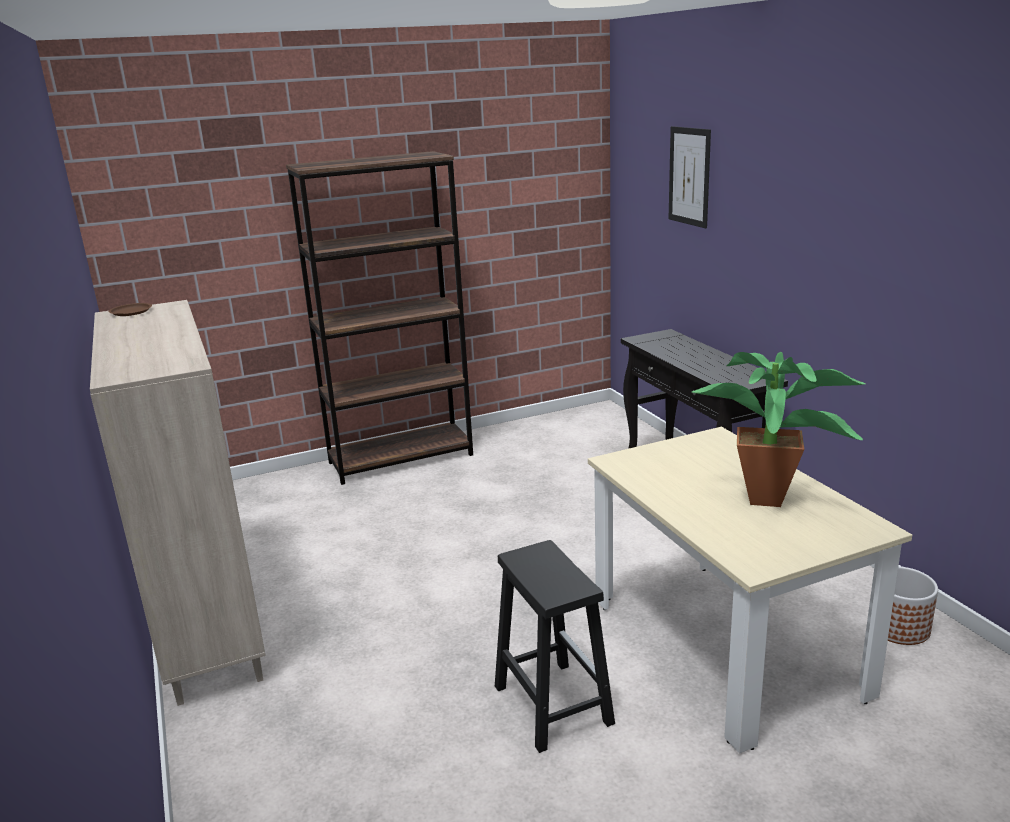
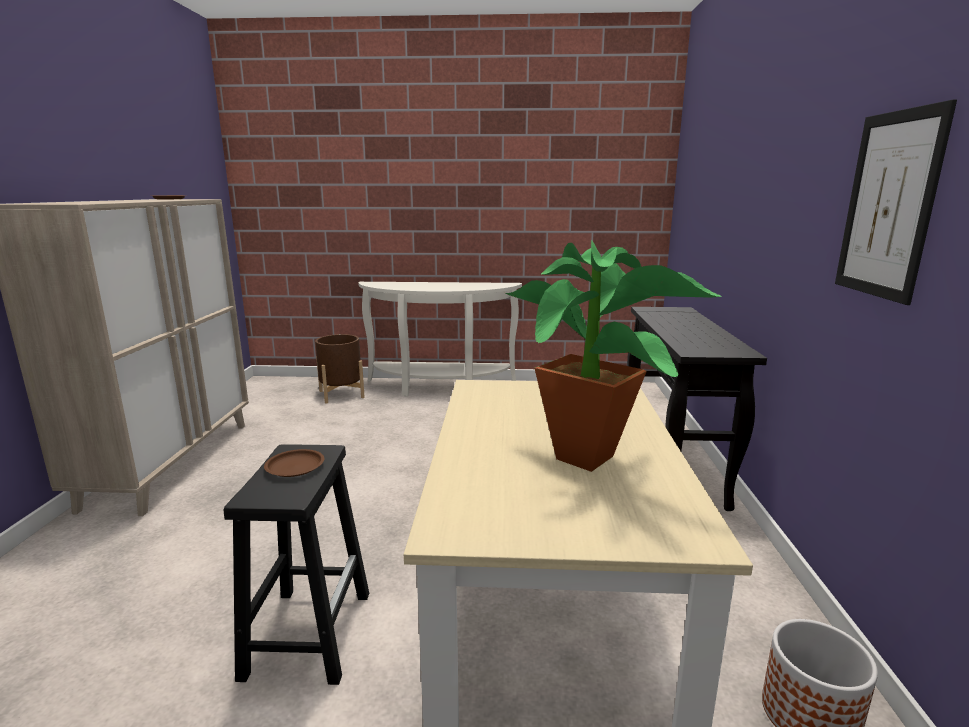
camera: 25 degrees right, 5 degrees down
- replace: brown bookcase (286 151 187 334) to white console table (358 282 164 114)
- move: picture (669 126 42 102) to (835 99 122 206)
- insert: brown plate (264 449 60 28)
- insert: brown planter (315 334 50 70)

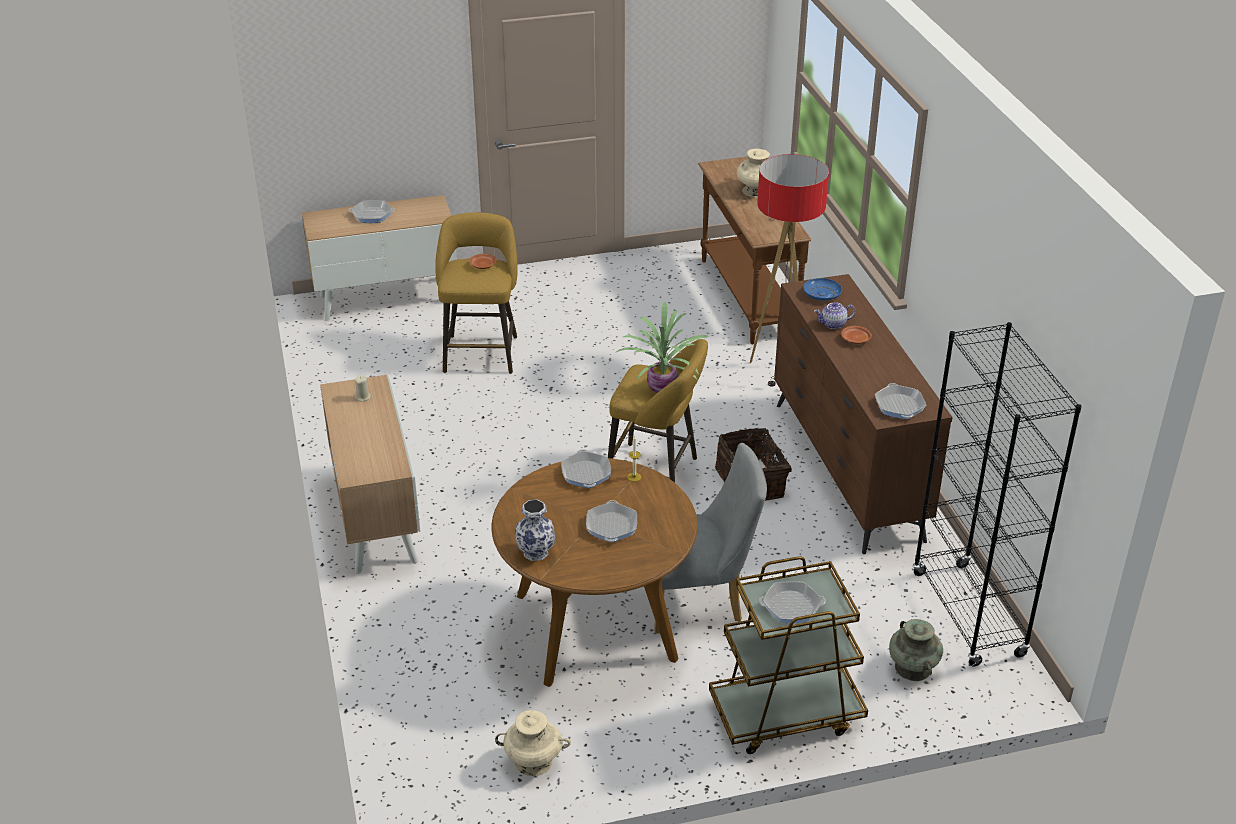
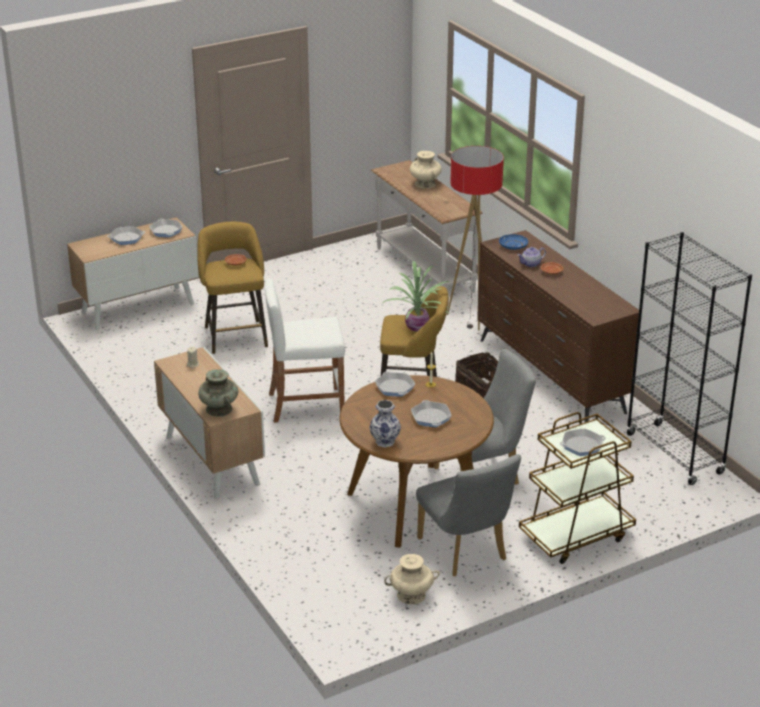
camera: 15 degrees left, 5 degrees down
- recolor: brown console table (698 157 113 187) to white console table (371 160 111 133)
- move: frying pan (875 383 51 36) to (149 219 33 18)
- move: turquoise vase (889 619 54 62) to (198 369 40 48)
- insert: white stool (265 279 80 144)
- insert: grey chair (416 454 105 122)

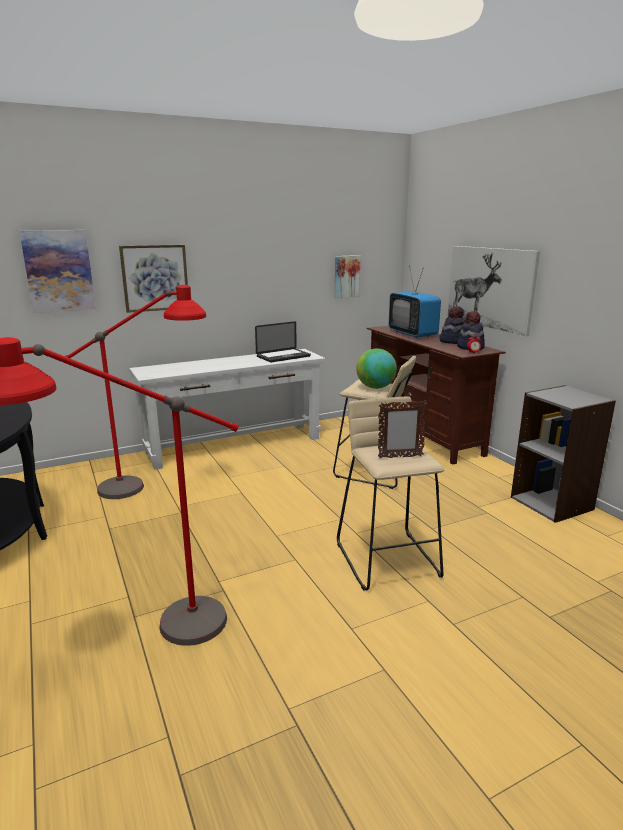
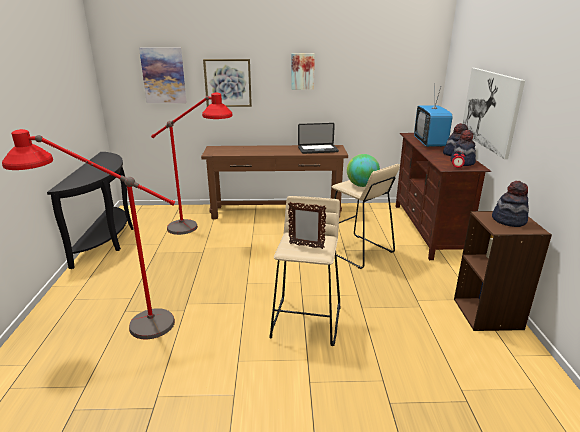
camera: 25 degrees right, 5 degrees up
- recolor: white console table (129 349 196 121) to brown console table (201 145 147 74)
- move: picture (335 255 26 43) to (291 53 24 37)
- recolor: grey bookcase (511 385 105 138) to brown bookcase (454 211 98 120)
- insert: hat (492 181 37 46)

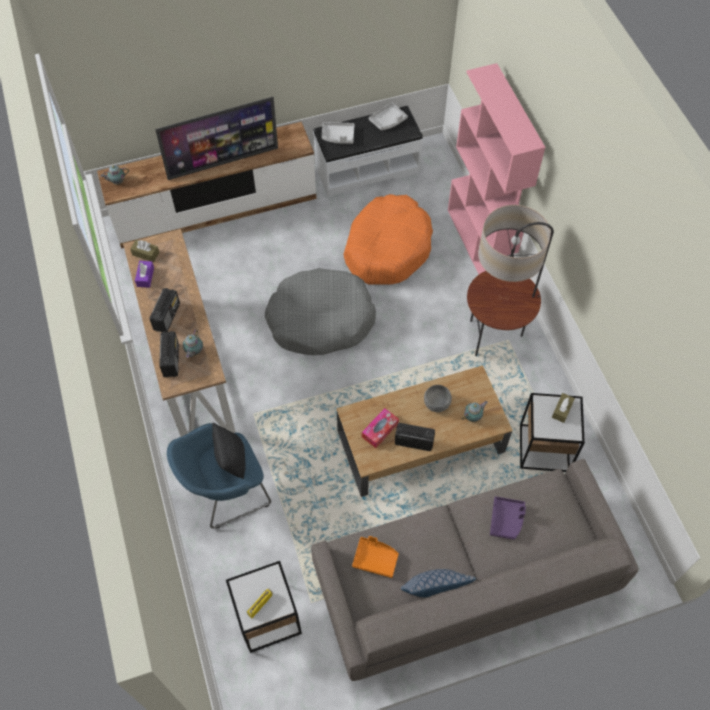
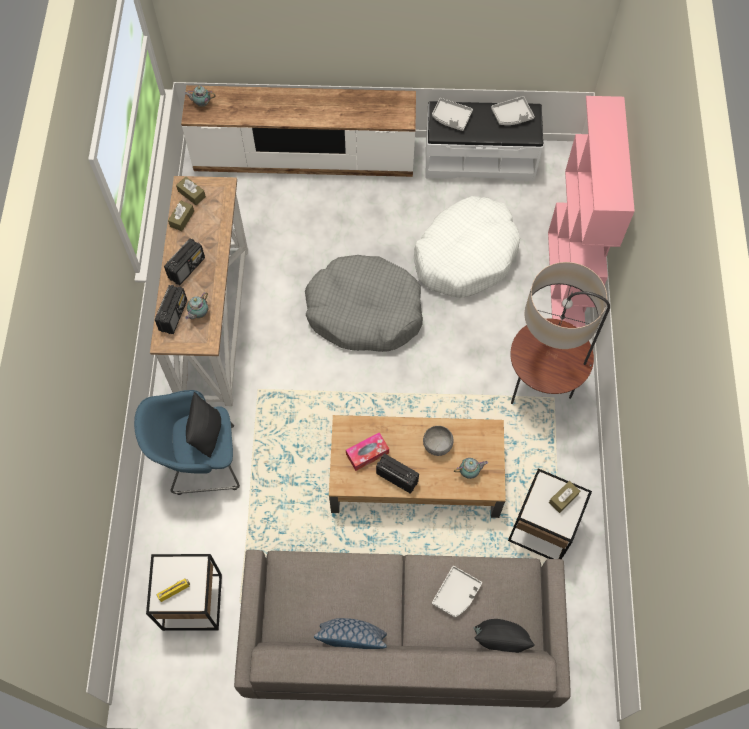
camera: 20 degrees right, 5 degrees up
- recolor: purple tissue box (135 261 19 27) to brown tissue box (168 200 26 31)
- delete: television (155 97 123 83)
- recolor: orange dog bed (344 194 89 91) to white dog bed (414 196 106 102)
- delete: orange tray (352 536 47 42)
- recolor: purple tray (490 497 36 43) to grey tray (432 566 50 52)
- insert: black pillow (473 619 62 34)

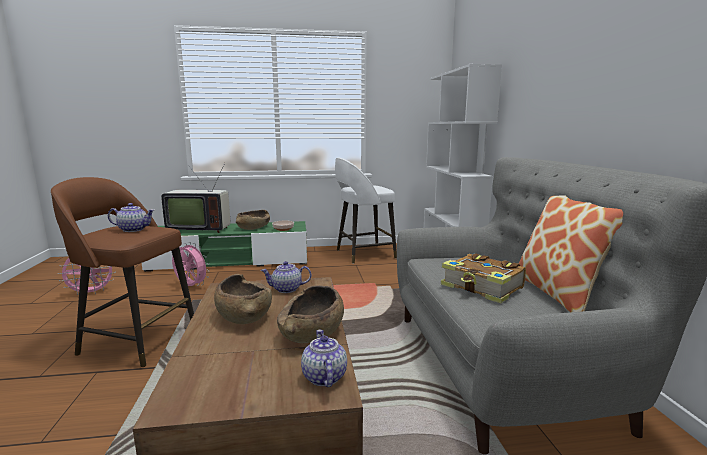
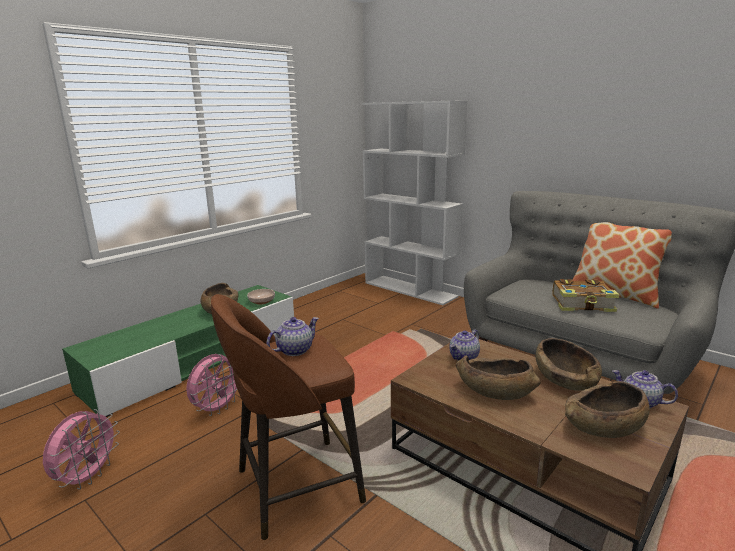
camera: 40 degrees left, 5 degrees up
- delete: television (161 163 70 70)
- rotate: pink fan (172 242 38 44) = (186 354 52 62) 135 degrees clockwise
- delete: white stool (335 157 62 107)
- insert: brown bowl (565 381 85 57)

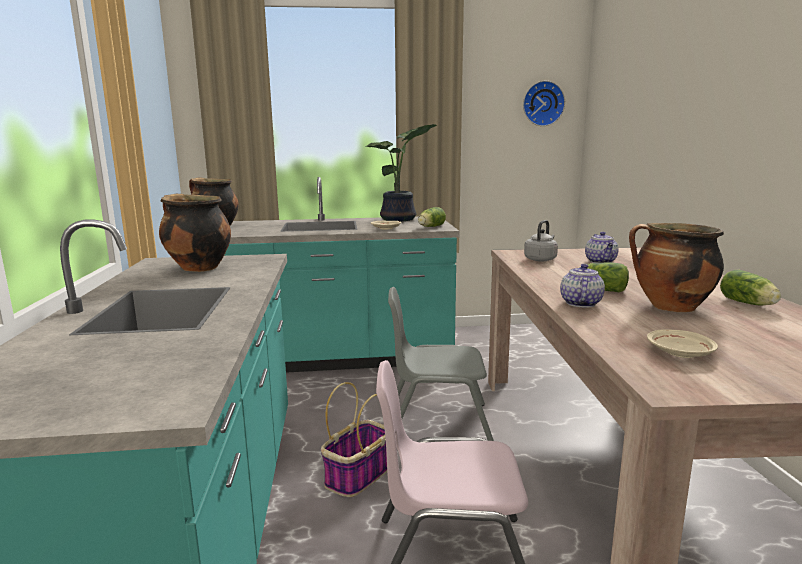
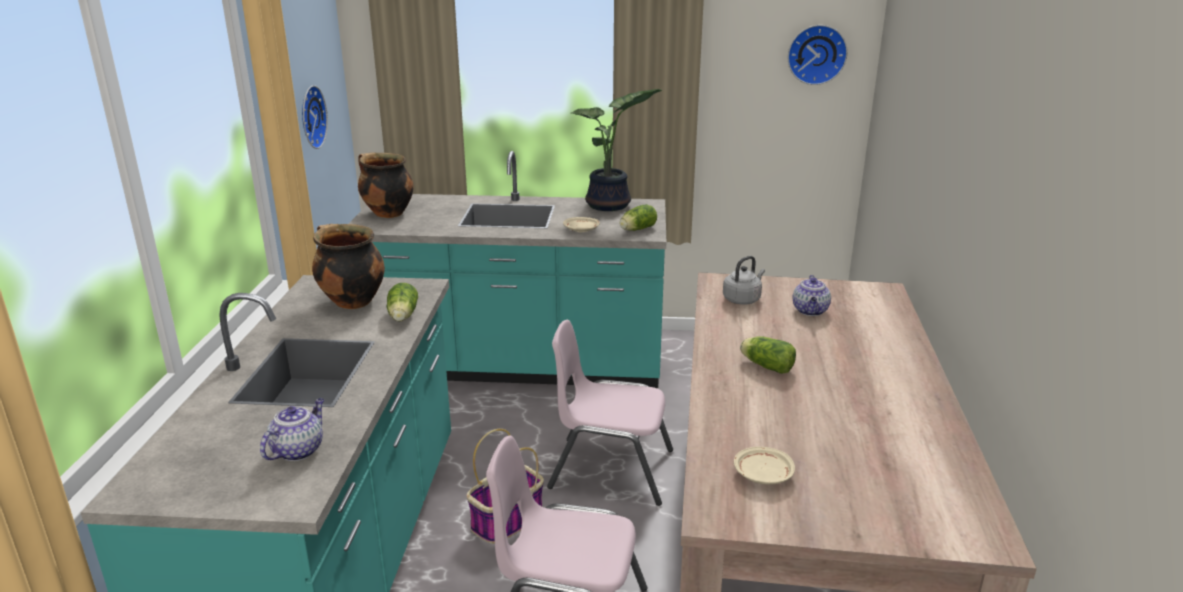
camera: 10 degrees right, 10 degrees up
- recolor: grey chair (388 287 106 154) to pink chair (547 320 126 186)
- move: teapot (560 264 45 44) to (260 398 64 63)
- delete: cooking pot (629 223 95 89)
- move: lettuce (720 270 61 36) to (387 283 31 39)
- insert: wall clock (302 85 26 64)

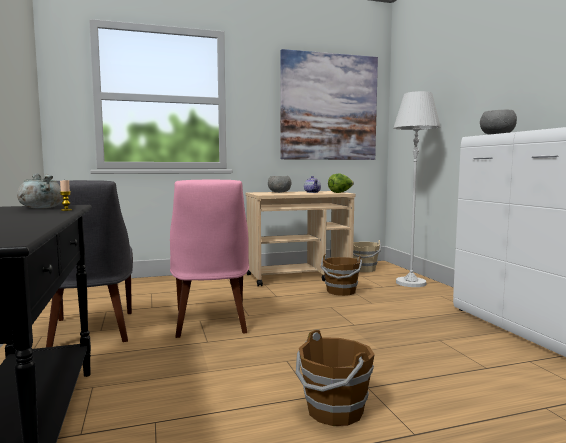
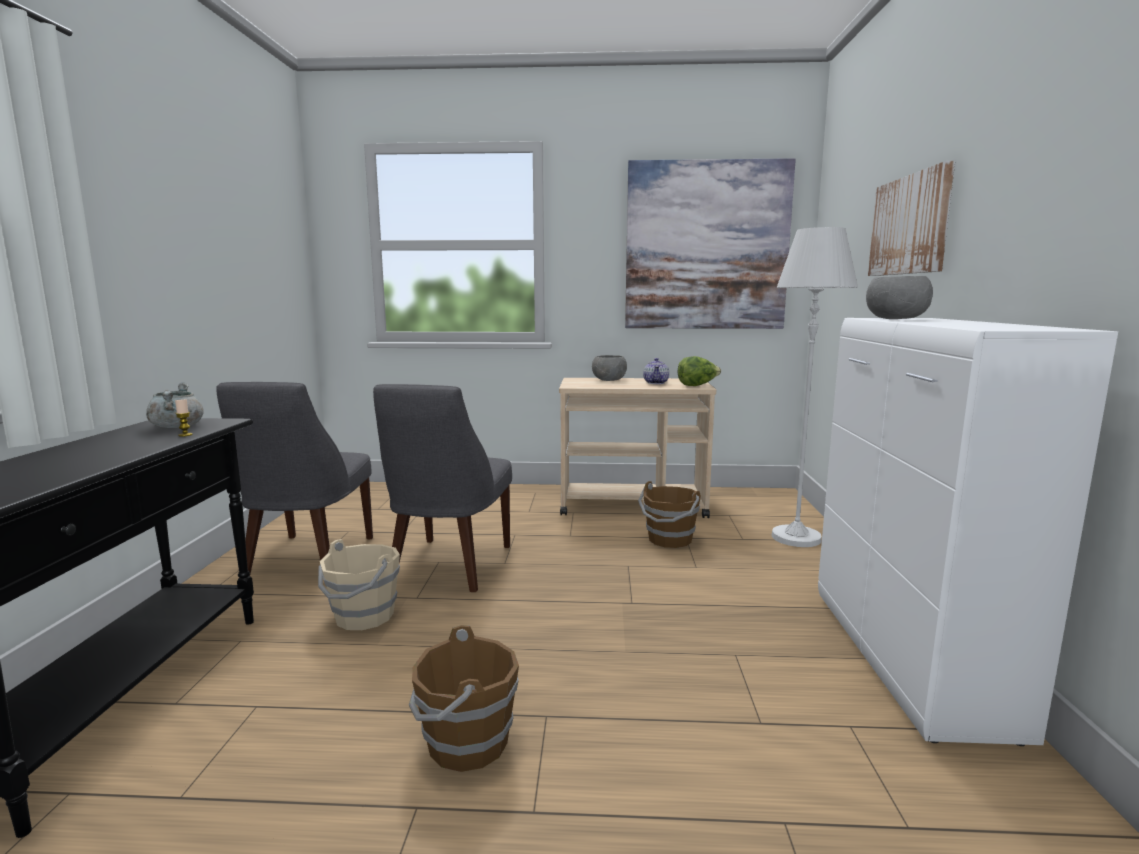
camera: 20 degrees right, 5 degrees up
- recolor: pink chair (170 180 79 158) to grey chair (373 384 139 208)
- move: beige bucket (353 240 29 32) to (318 539 82 91)
- insert: picture (868 161 87 115)

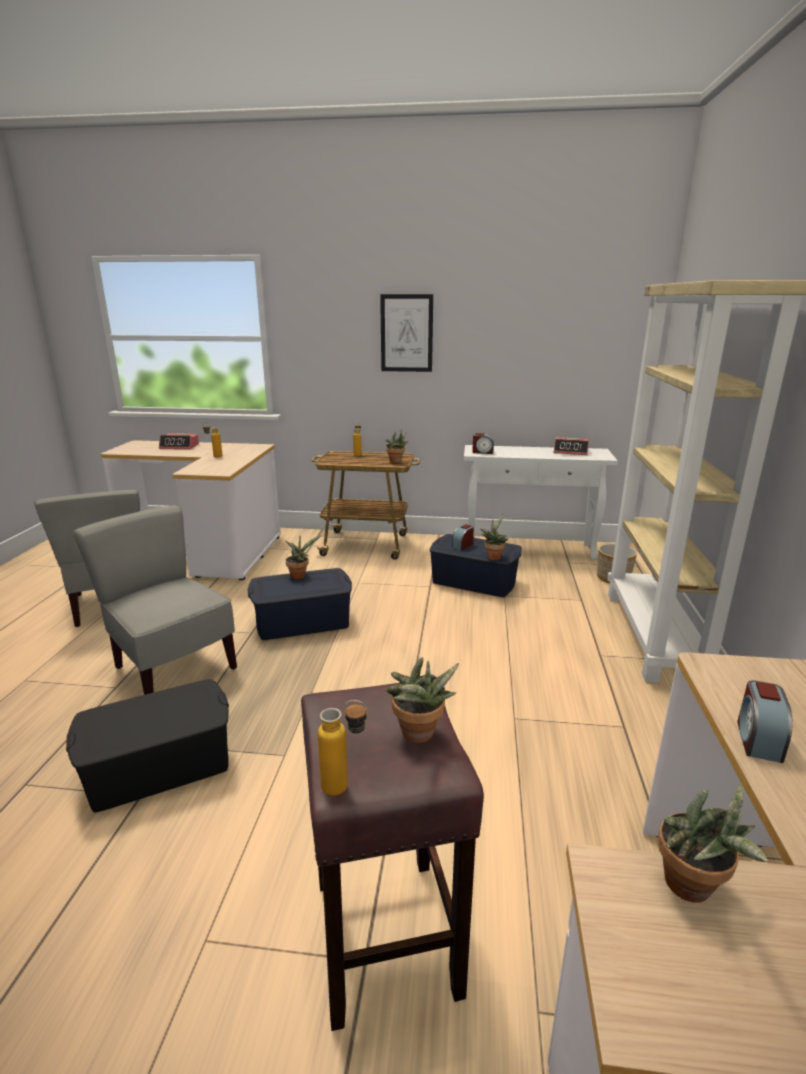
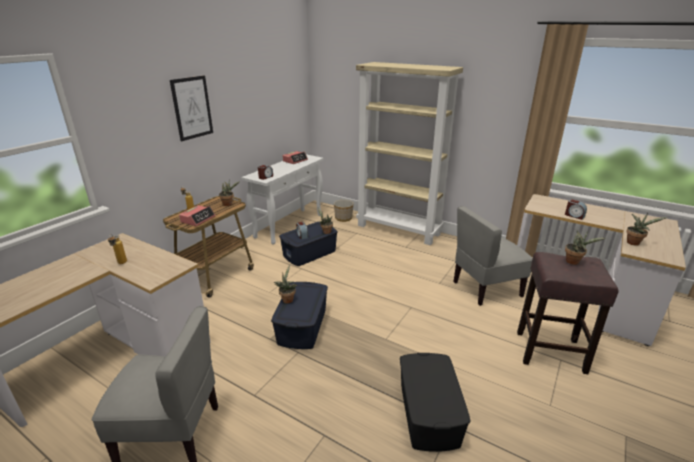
camera: 65 degrees left, 5 degrees up
- move: grey chair (73 505 164 190) to (453 206 80 100)
- move: alarm clock (159 434 40 15) to (179 205 37 21)
- delete: bottle (318 700 50 96)

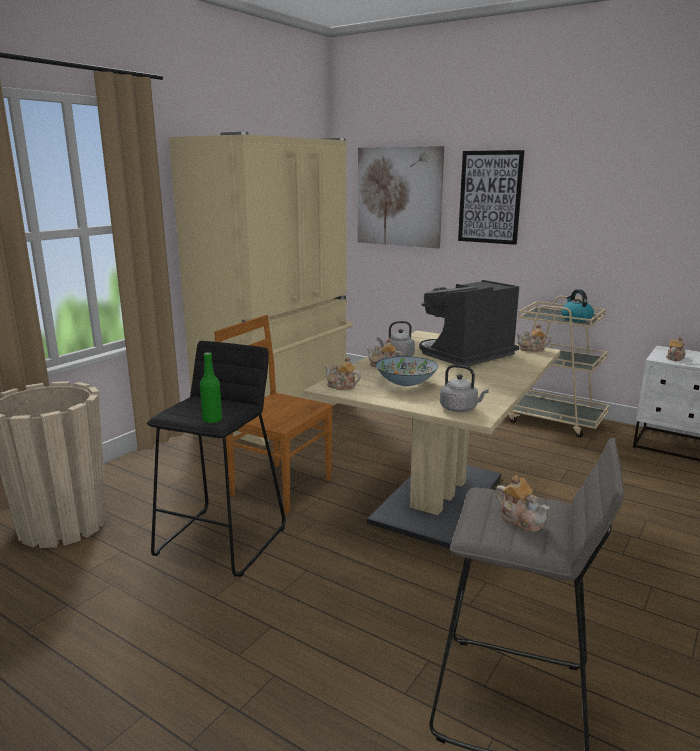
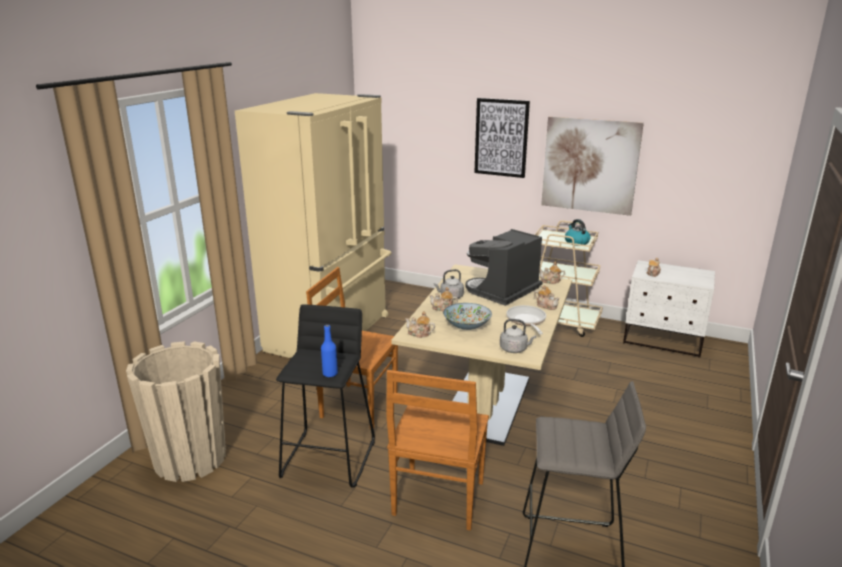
camera: 10 degrees left, 5 degrees up
- recolor: green bottle (200 352 22 71) to blue bottle (321 325 17 53)
- move: picture (358 146 86 102) to (541 117 103 99)
- move: teapot (495 475 55 57) to (534 285 26 25)
- insert: brown chair (386 370 103 161)
- insert: frying pan (507 305 39 29)

